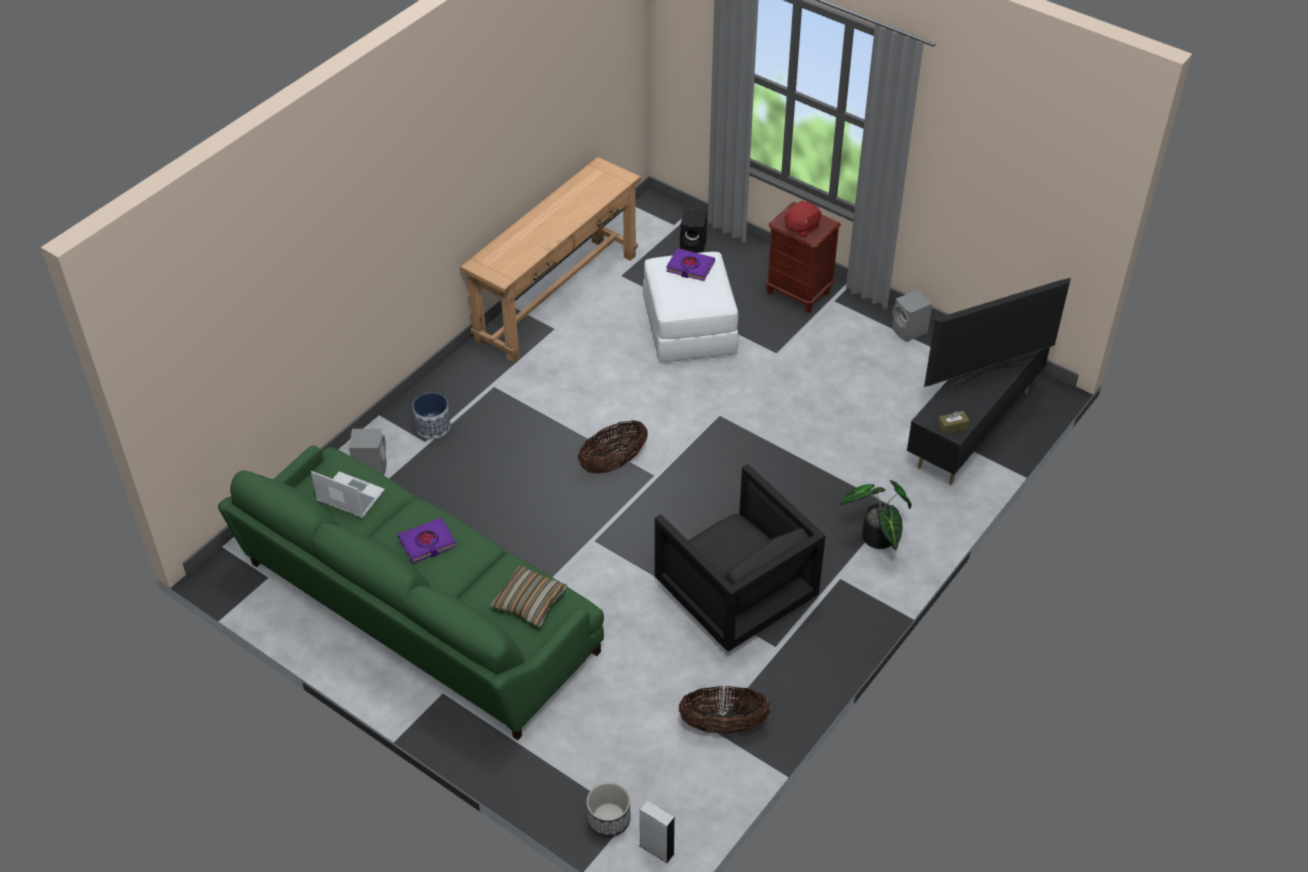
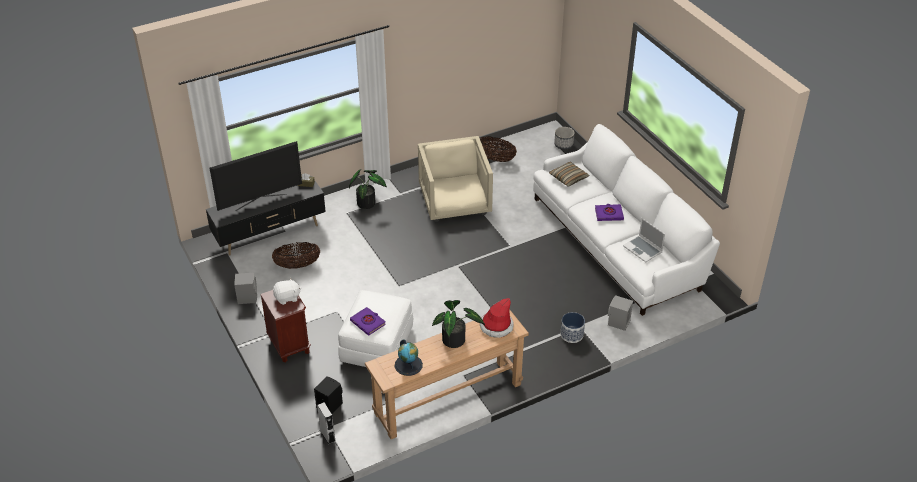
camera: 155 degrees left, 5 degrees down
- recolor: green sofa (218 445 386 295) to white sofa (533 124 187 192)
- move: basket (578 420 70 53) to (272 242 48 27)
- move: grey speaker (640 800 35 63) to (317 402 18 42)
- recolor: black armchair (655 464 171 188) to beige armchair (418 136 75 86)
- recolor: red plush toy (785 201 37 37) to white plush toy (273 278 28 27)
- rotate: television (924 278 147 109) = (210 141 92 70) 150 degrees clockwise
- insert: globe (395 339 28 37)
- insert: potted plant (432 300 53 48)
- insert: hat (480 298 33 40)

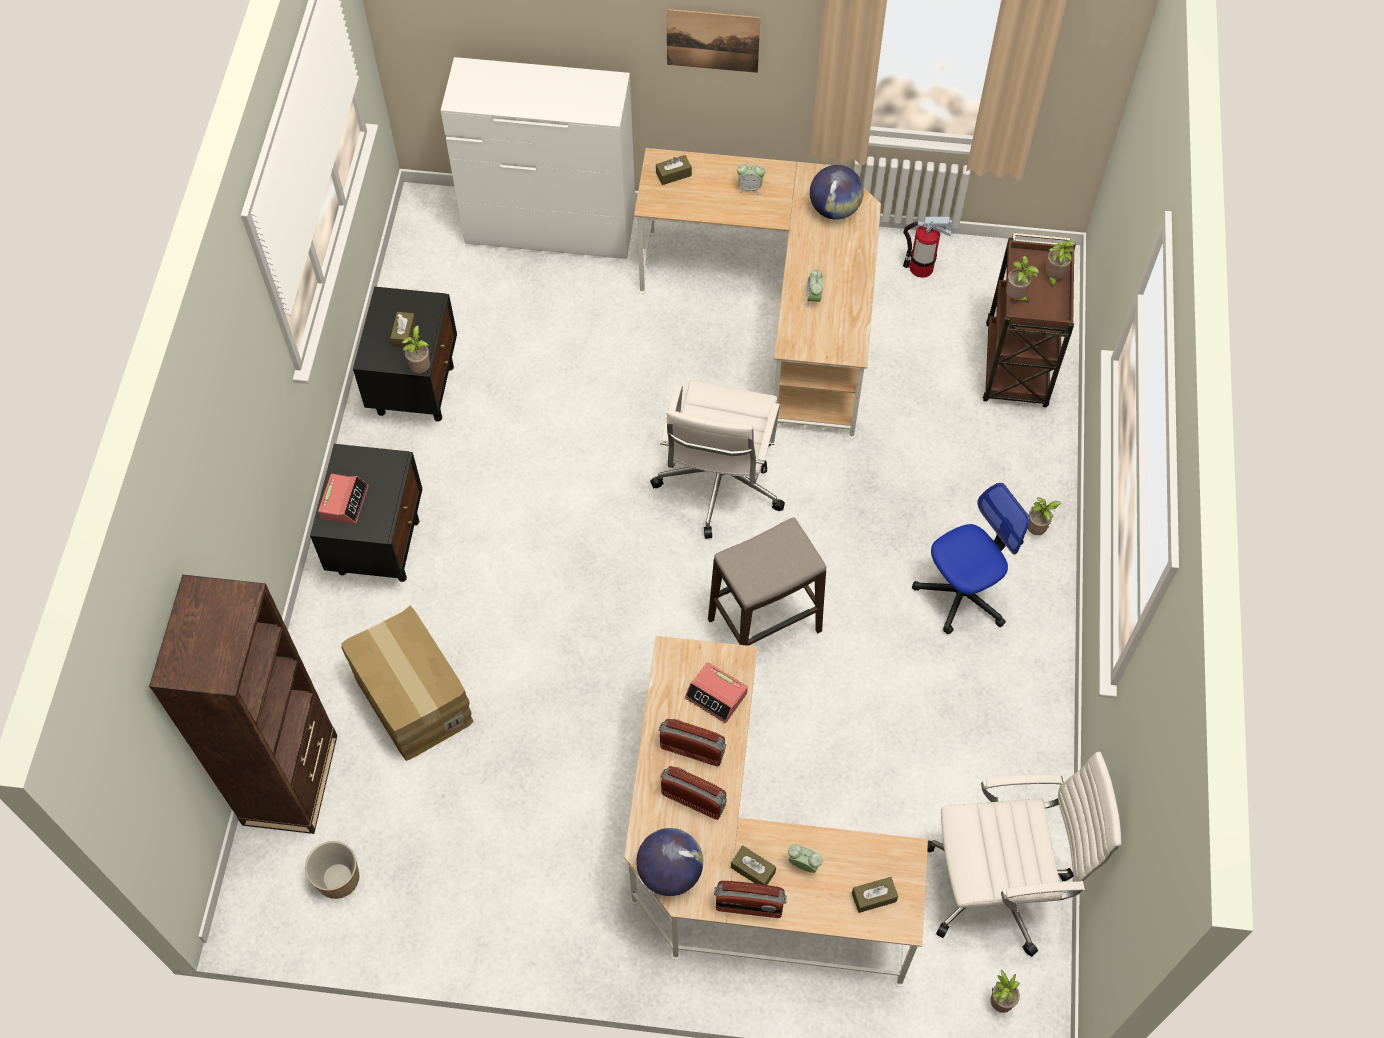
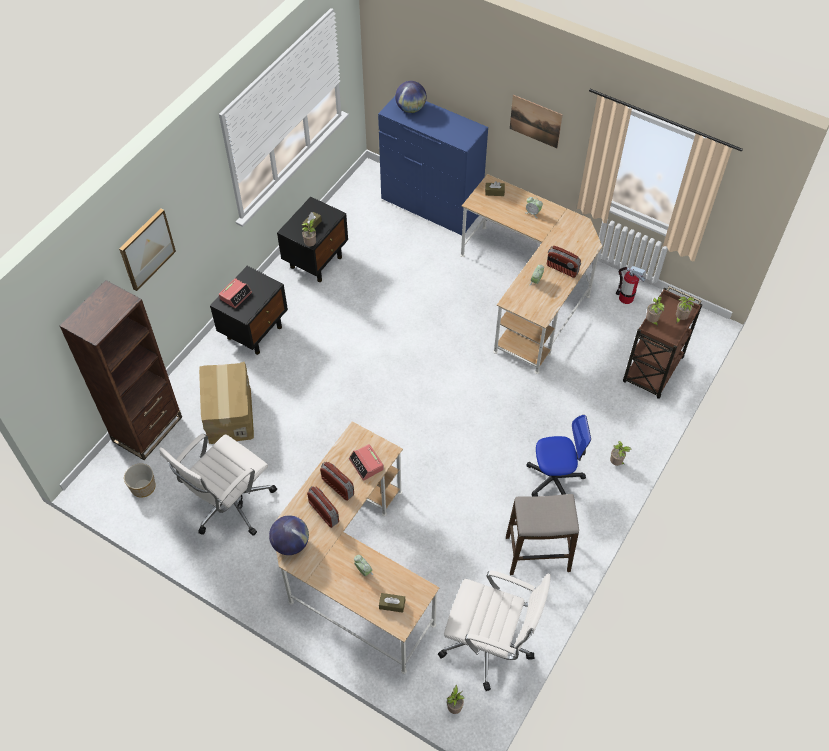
camera: 25 degrees right, 5 degrees down
- recolor: white dresser (441 57 195 202) to blue dresser (378 96 110 139)
- move: white office chair (650 380 135 159) to (159 433 118 102)
- move: stool (708 518 118 128) to (506 494 73 81)
- move: radio (714 881 73 37) to (547 246 34 32)
- delete: brown tissue box (731 846 45 39)
- move: globe (810 165 54 55) to (395 81 32 32)
- insert: picture (119 208 57 83)

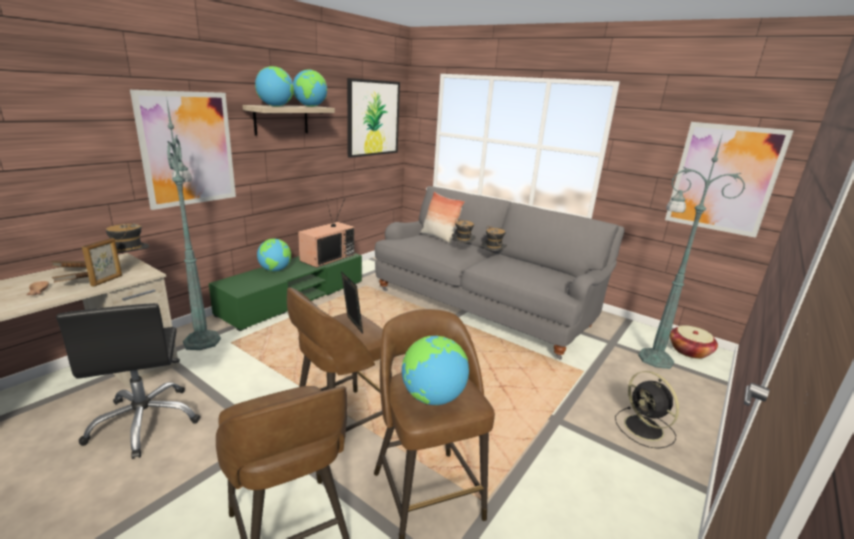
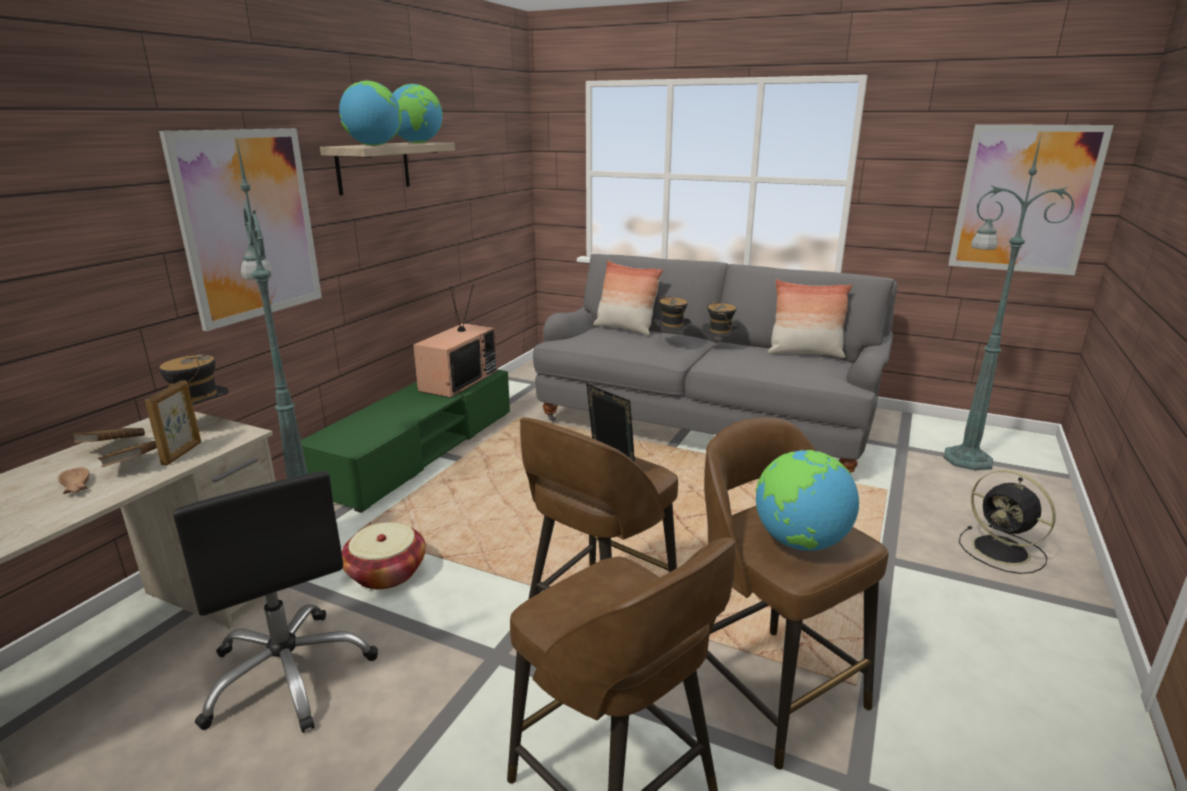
camera: 10 degrees left, 0 degrees up
- delete: globe (257 239 34 33)
- delete: picture (347 78 53 80)
- move: basket (670 325 48 34) to (341 522 85 68)
- insert: pillow (767 279 85 79)

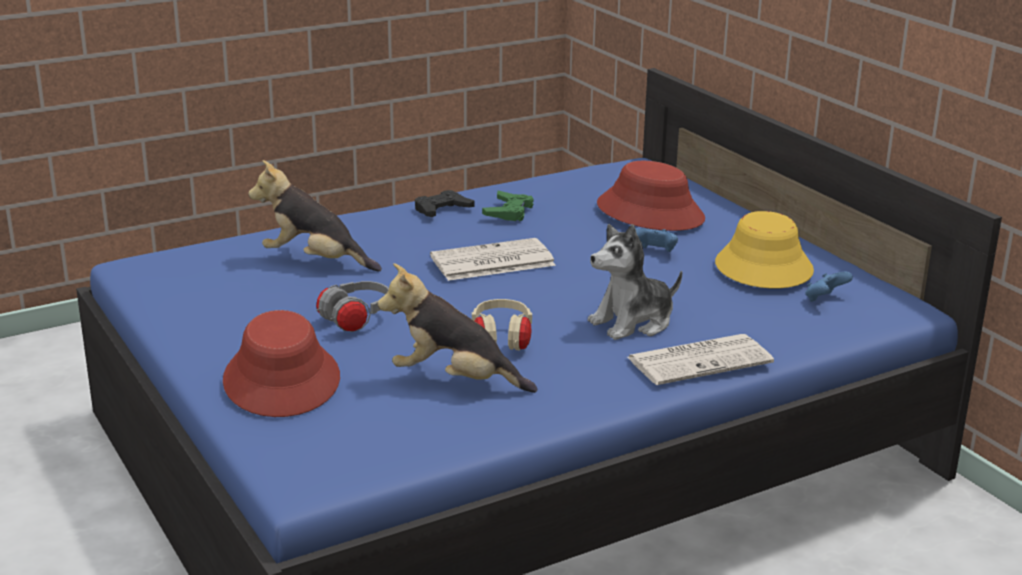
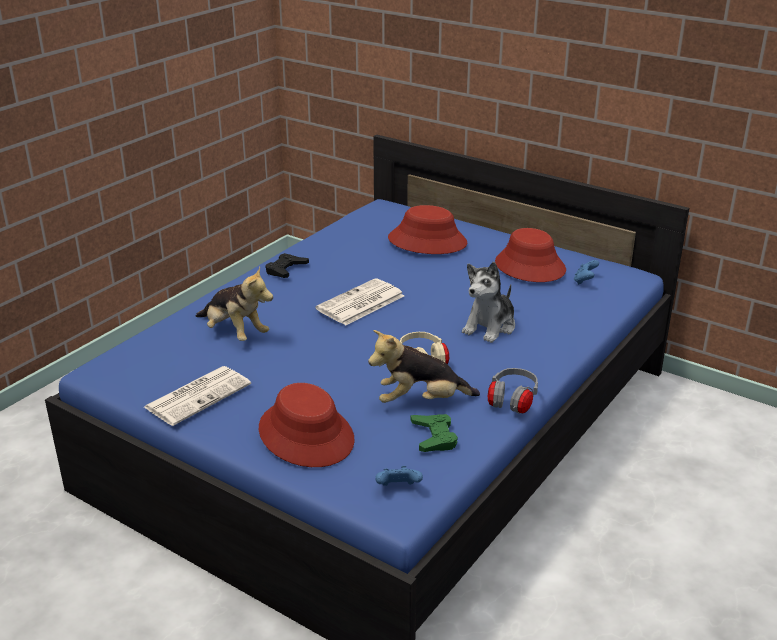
camera: 25 degrees left, 5 degrees up
- rotate: plush toy (248 160 134 112) = (196 266 77 75) 135 degrees counterclockwise
- move: grey headphones (316 281 73 51) to (488 368 50 46)
- move: green game controller (482 191 52 30) to (411 414 47 38)
- move: newspaper (627 334 147 51) to (144 366 107 60)
- move: blue game controller (636 228 42 24) to (375 466 48 20)
- recolor: yellow hat (715 211 99 77) to red hat (495 228 71 54)

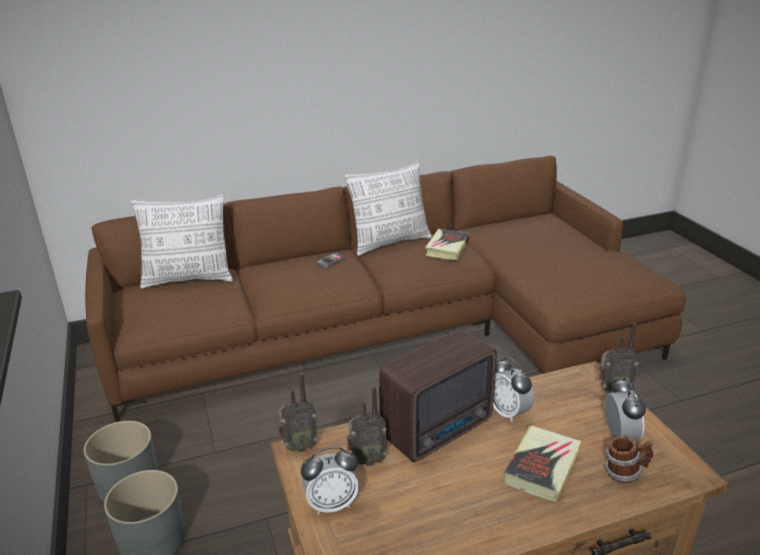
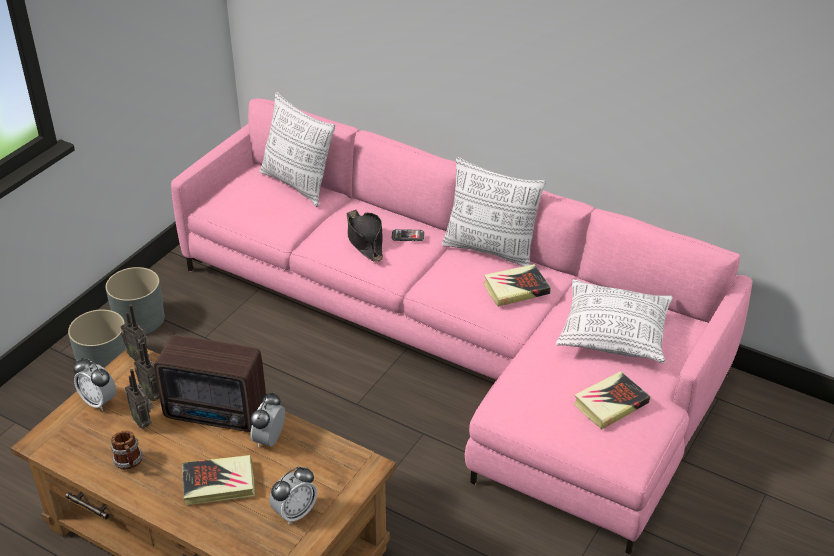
camera: 50 degrees right, 10 degrees up
- recolor: brown sofa (85 156 601 266) to pink sofa (171 98 582 457)
- move: radio (599 322 40 72) to (125 369 28 60)
- move: mug (605 436 48 47) to (110 431 33 39)
- insert: black hat (347 210 36 52)
- insert: pillow (556 279 117 84)
- insert: book (573 371 77 58)

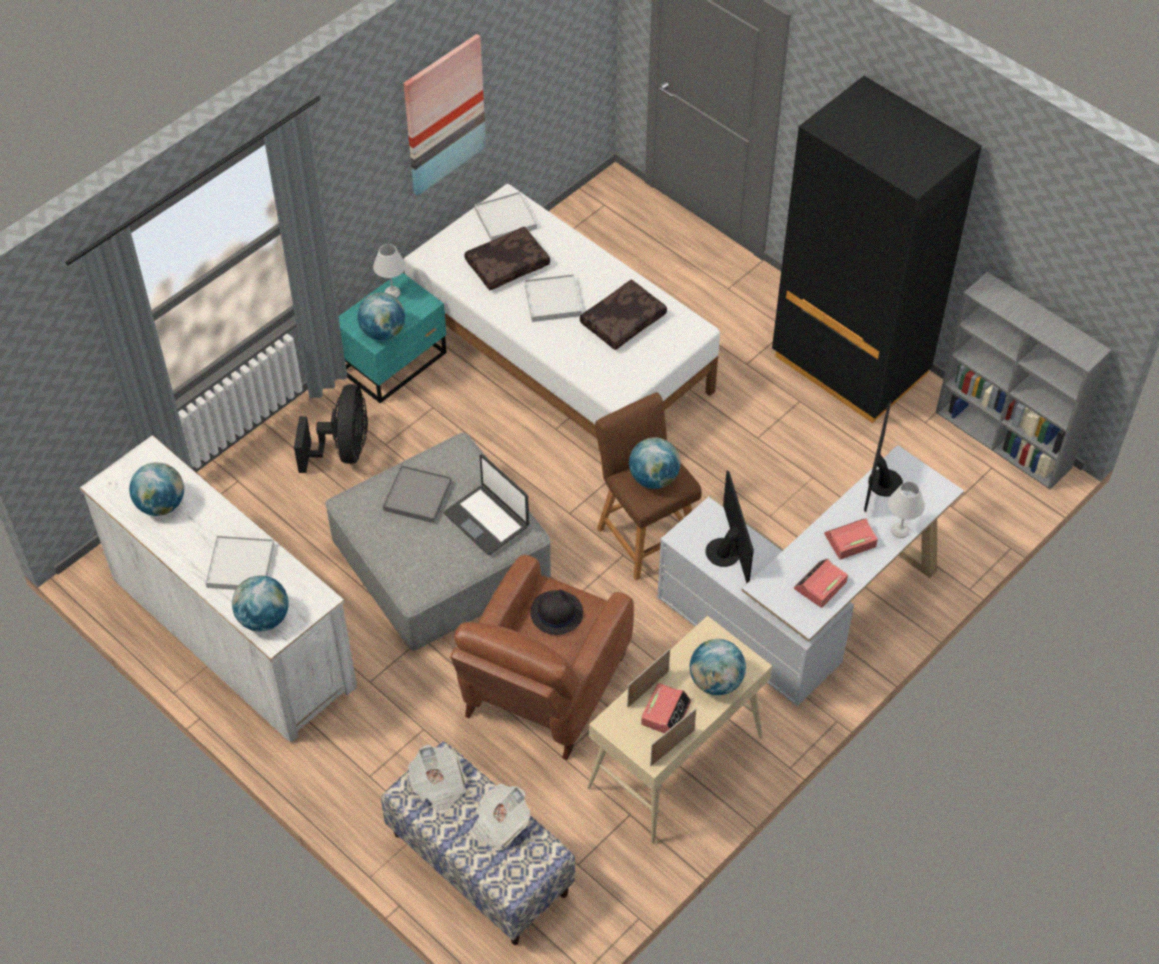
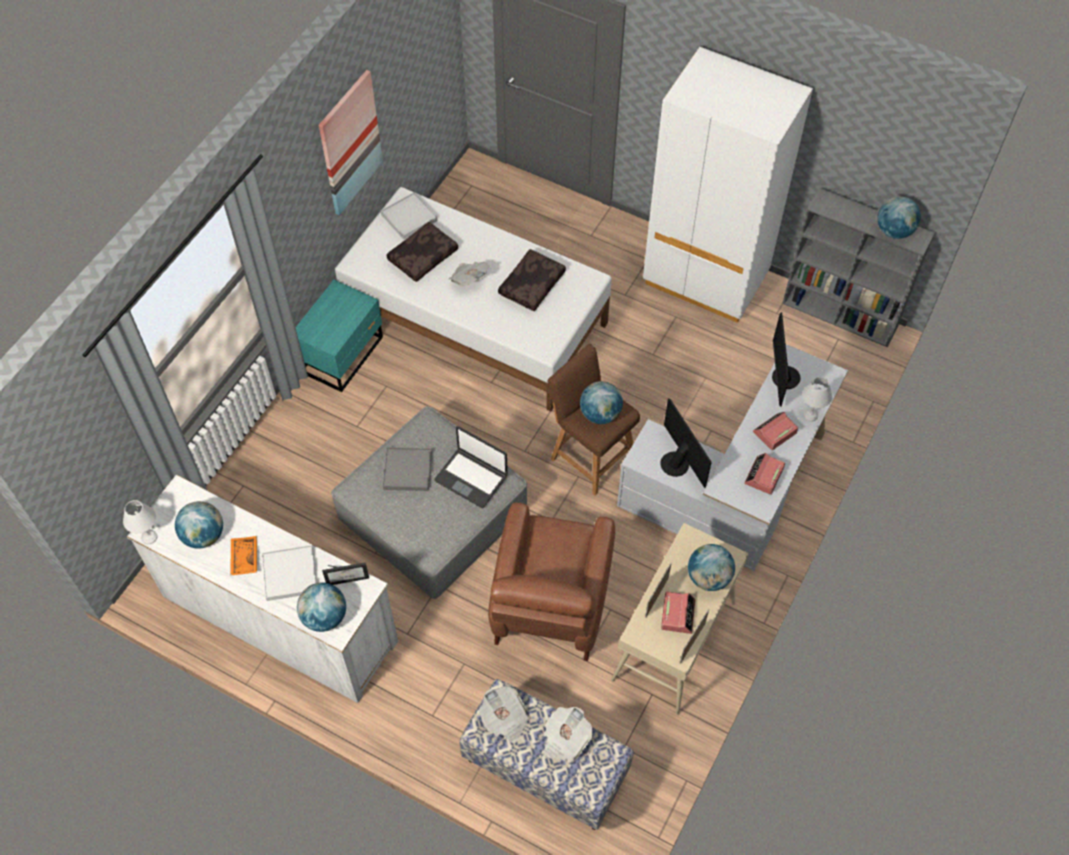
camera: 15 degrees left, 5 degrees up
- delete: black fan (294 384 74 89)
- move: globe (357 293 48 48) to (877 196 44 43)
- move: white table lamp (373 244 33 54) to (123 500 34 45)
- replace: white tray (524 274 58 48) to newspaper (449 262 41 24)
- delete: black hat (530 590 53 45)
- recolor: black wardrobe (772 76 210 347) to white wardrobe (643 47 170 276)
- insert: orange tray (230 536 27 40)
- insert: picture frame (322 562 47 23)

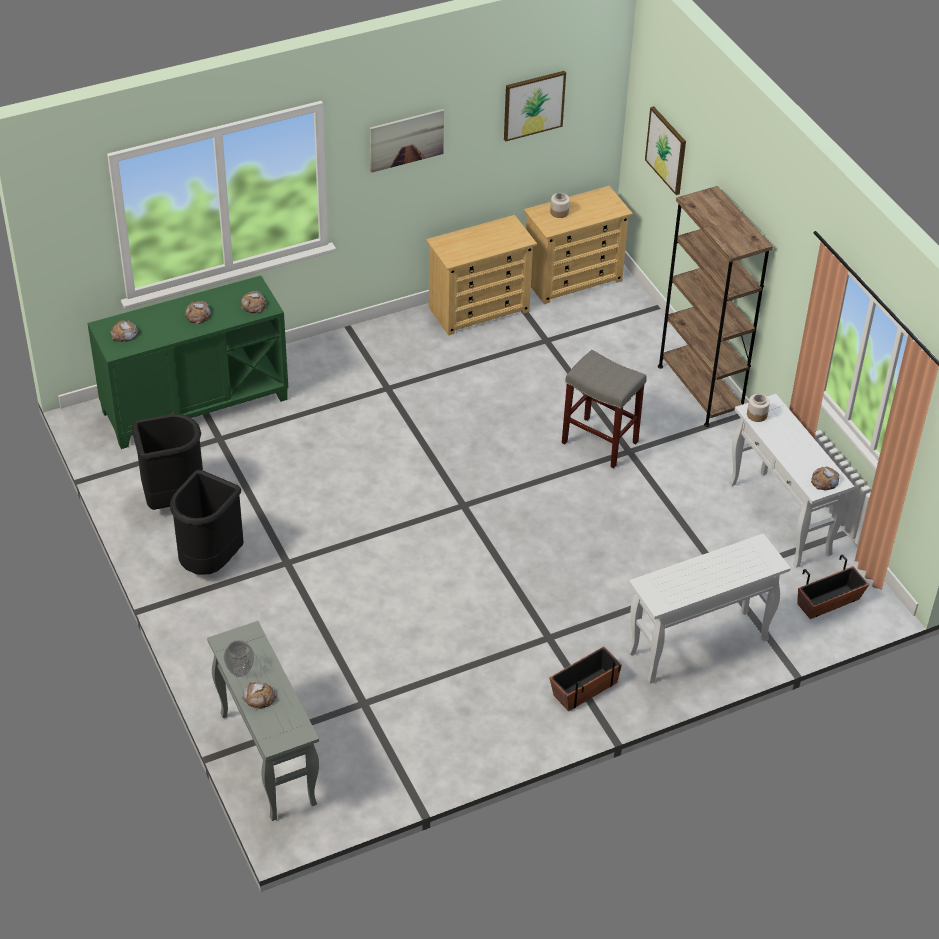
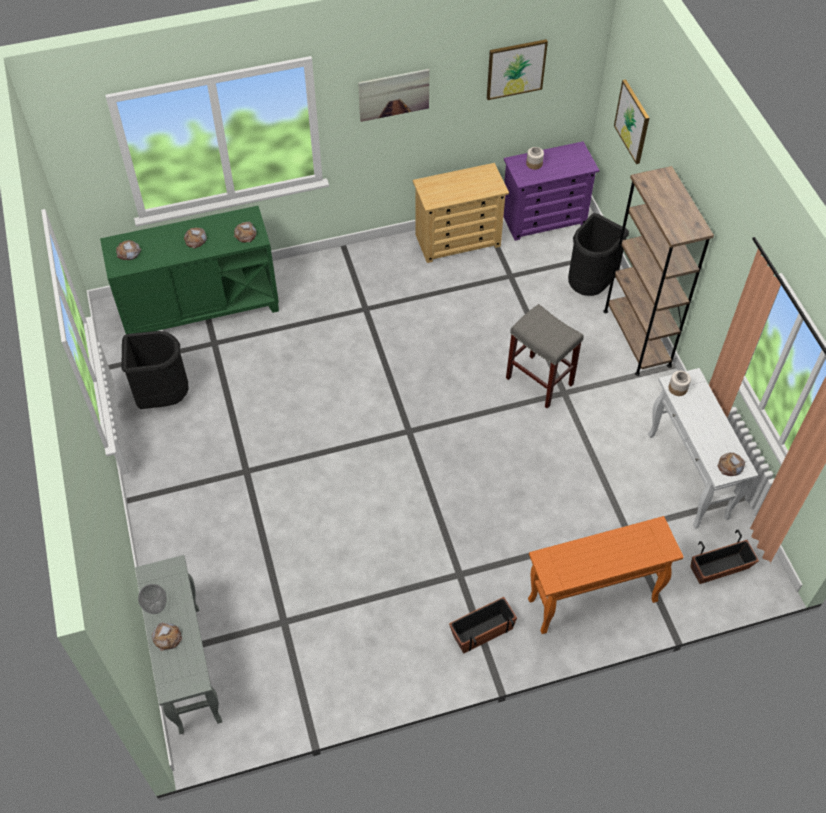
camera: 10 degrees right, 10 degrees up
- move: black trash can (170 470 73 105) to (568 213 61 83)
- recolor: beige dresser (524 186 109 118) to purple dresser (503 141 96 100)
- recolor: white console table (628 533 163 151) to orange console table (528 516 156 118)

